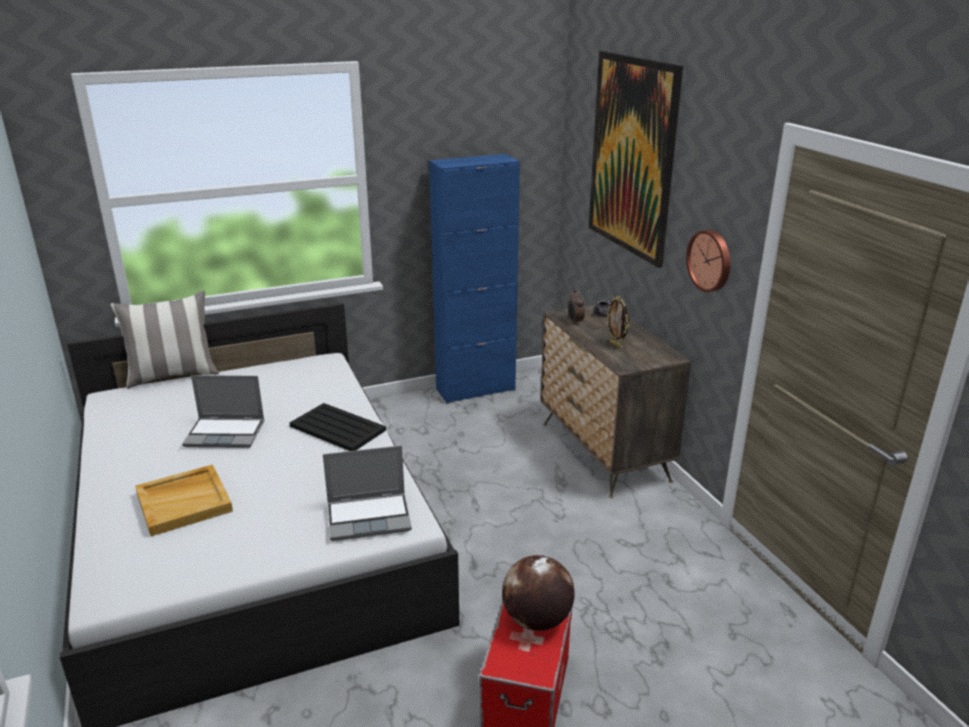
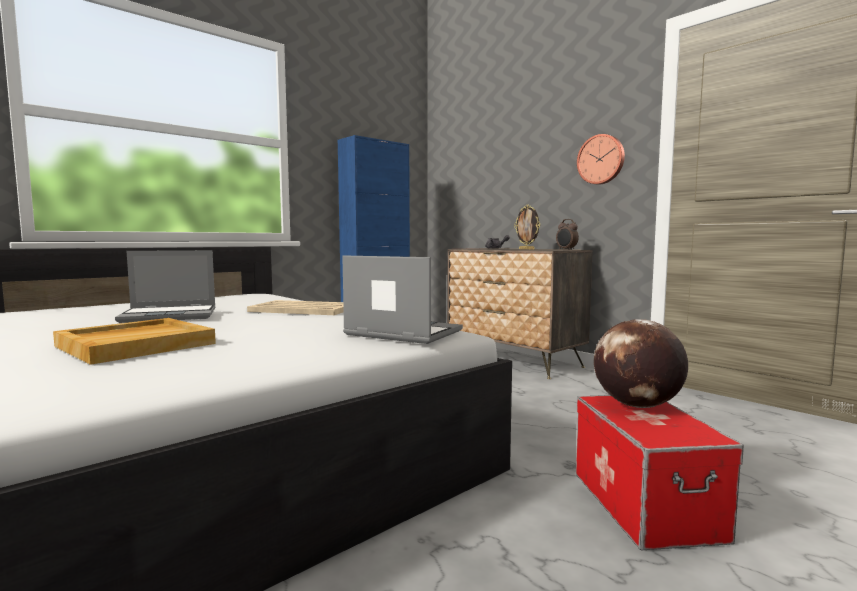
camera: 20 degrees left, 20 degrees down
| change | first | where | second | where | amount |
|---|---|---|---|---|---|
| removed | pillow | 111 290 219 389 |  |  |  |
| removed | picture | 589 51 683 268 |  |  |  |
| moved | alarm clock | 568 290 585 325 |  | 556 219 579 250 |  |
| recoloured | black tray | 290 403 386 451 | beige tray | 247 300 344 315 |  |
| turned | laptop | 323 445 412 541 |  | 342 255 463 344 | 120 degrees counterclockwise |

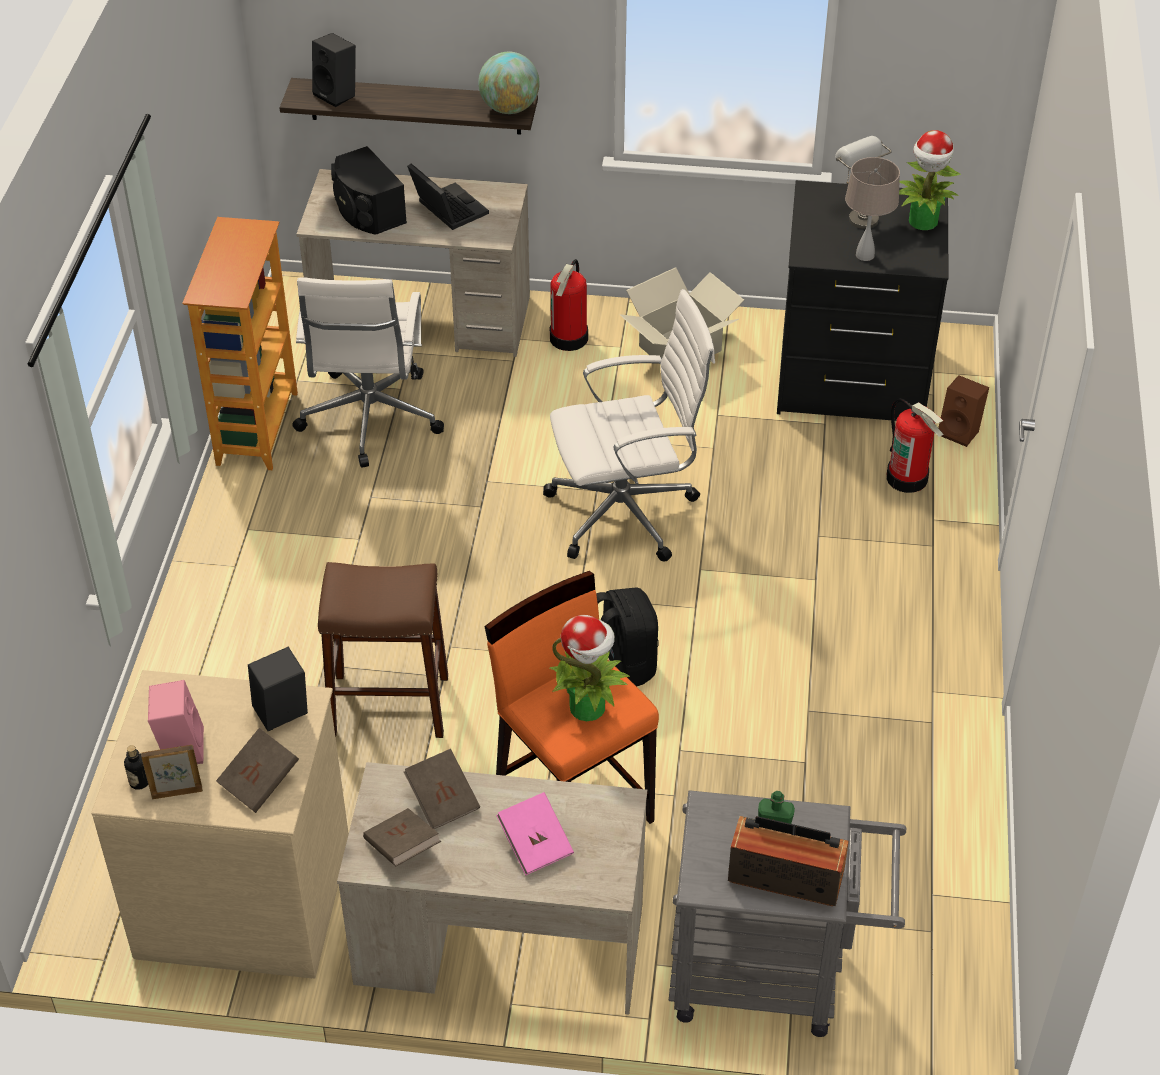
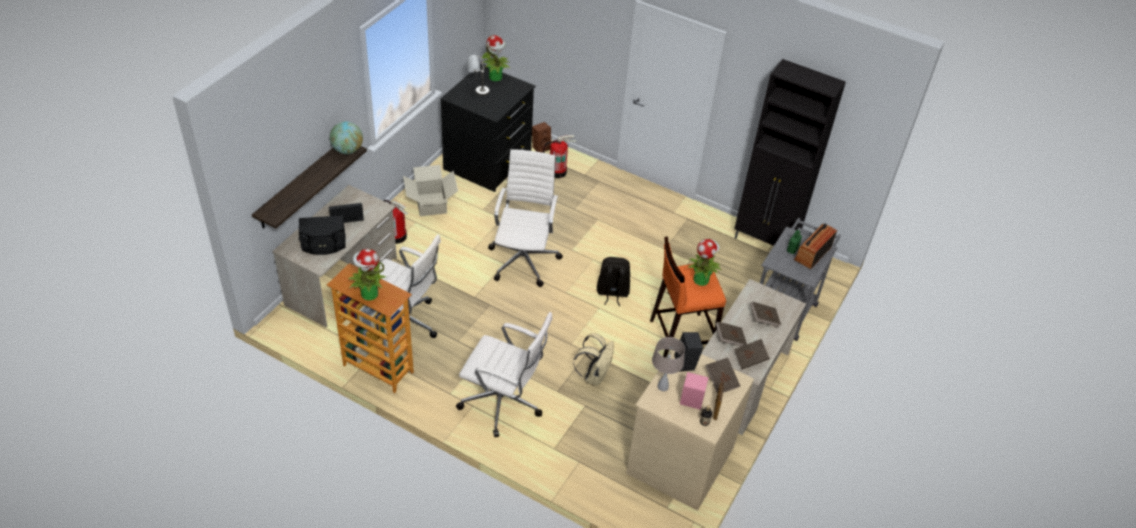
camera: 70 degrees left, 0 degrees up
| change | first | where | second | where | amount |
|---|---|---|---|---|---|
| removed | black speaker | 312 33 356 107 |  |  |  |
| added |  |  | potted plant | 348 249 386 301 |  |
| added |  |  | white office chair | 456 312 553 437 |  |
| added |  |  | black cabinet | 734 59 846 246 |  |
| moved | beige table lamp | 845 157 900 261 |  | 652 337 685 391 |  |
| replaced | brown stool | 318 562 448 738 | beige backpack | 573 333 614 386 |  |
| recoloured | pink book | 496 792 574 875 | brown book | 750 302 781 327 |  |

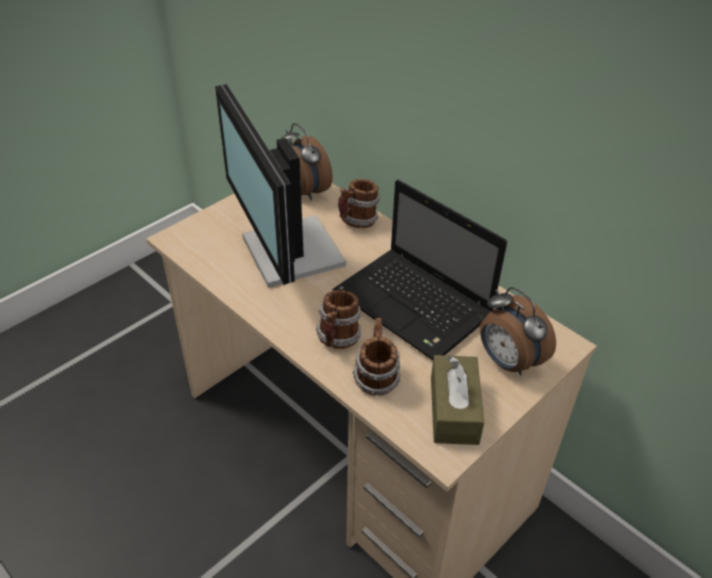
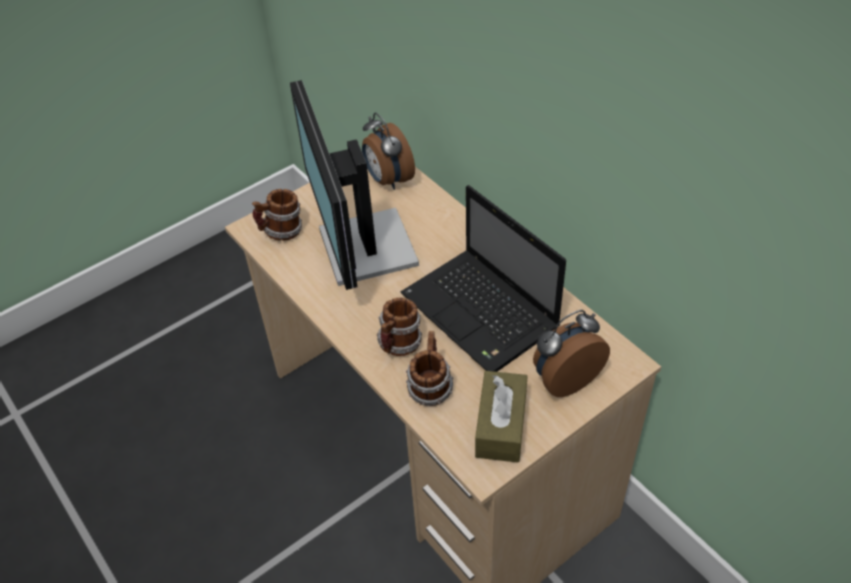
camera: 10 degrees right, 5 degrees up
| change | first | where | second | where | amount |
|---|---|---|---|---|---|
| moved | mug | 338 179 380 228 |  | 252 189 302 241 |  |
| turned | alarm clock | 480 287 556 375 |  | 533 310 610 397 | 90 degrees clockwise |

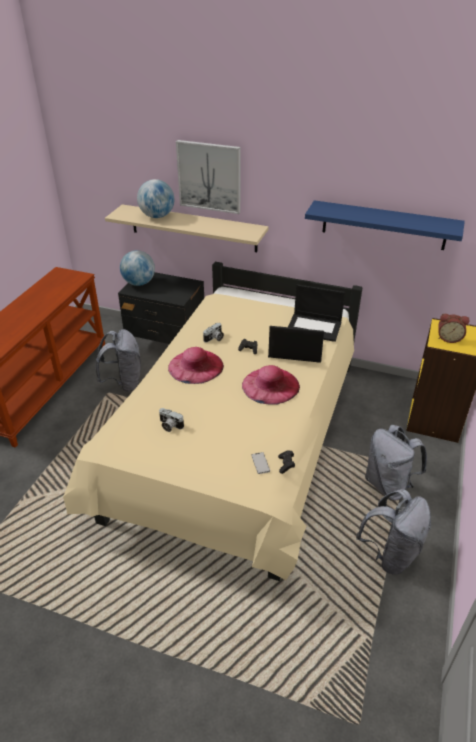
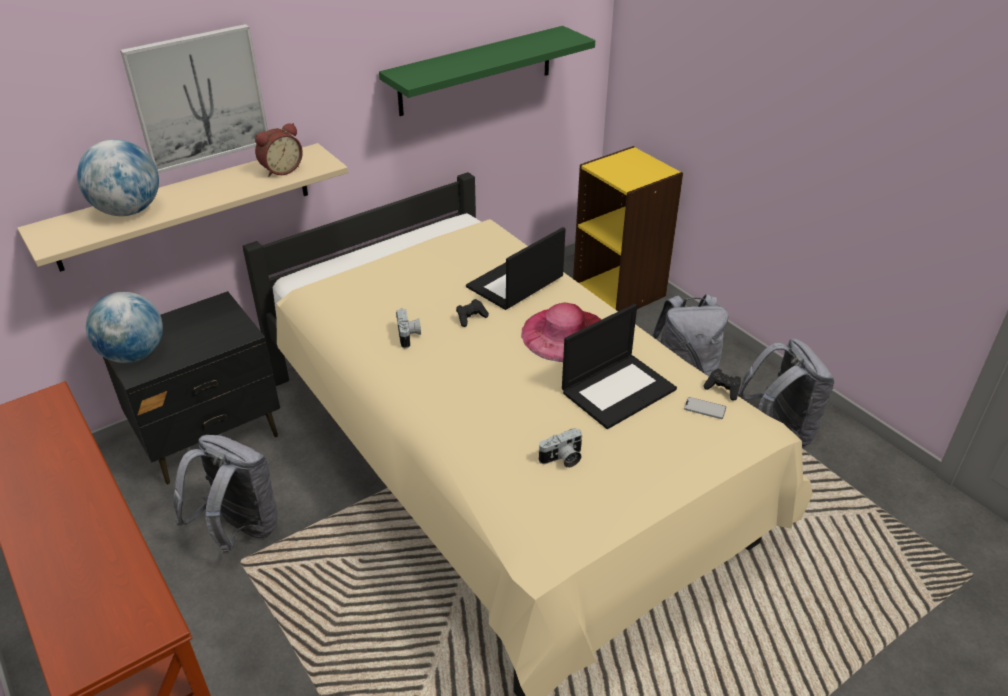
camera: 55 degrees left, 0 degrees up
| change | first | where | second | where | amount |
|---|---|---|---|---|---|
| removed | pink hat | 168 347 224 384 |  |  |  |
| moved | laptop | 288 284 345 342 |  | 562 304 677 429 |  |
| moved | alarm clock | 438 314 470 343 |  | 255 123 303 177 |  |
| recoloured | blue shelf | 305 200 465 250 | green shelf | 379 26 595 116 |  |

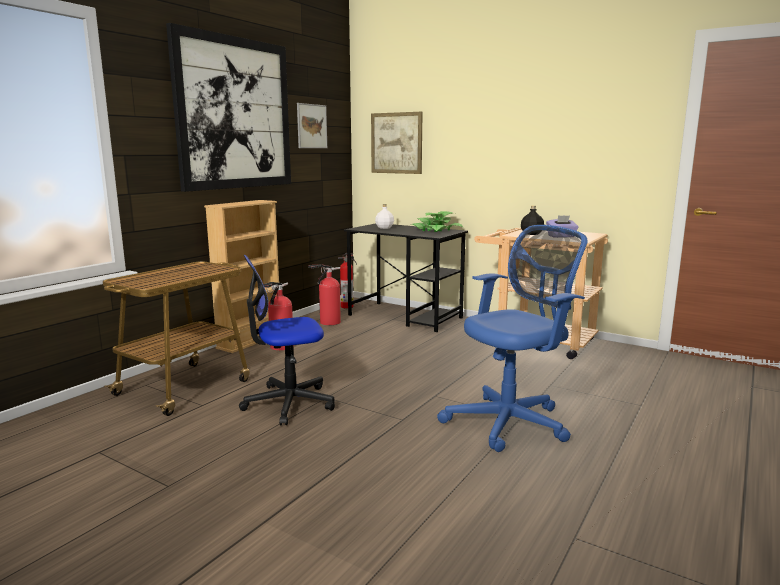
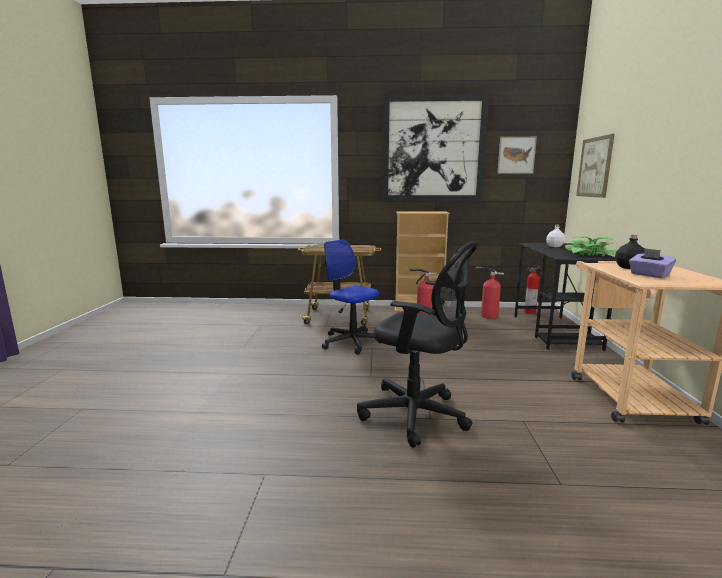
camera: 60 degrees right, 0 degrees up
| change | first | where | second | where | amount |
|---|---|---|---|---|---|
| recoloured | blue office chair | 437 225 588 452 | black office chair | 357 241 478 447 |  |

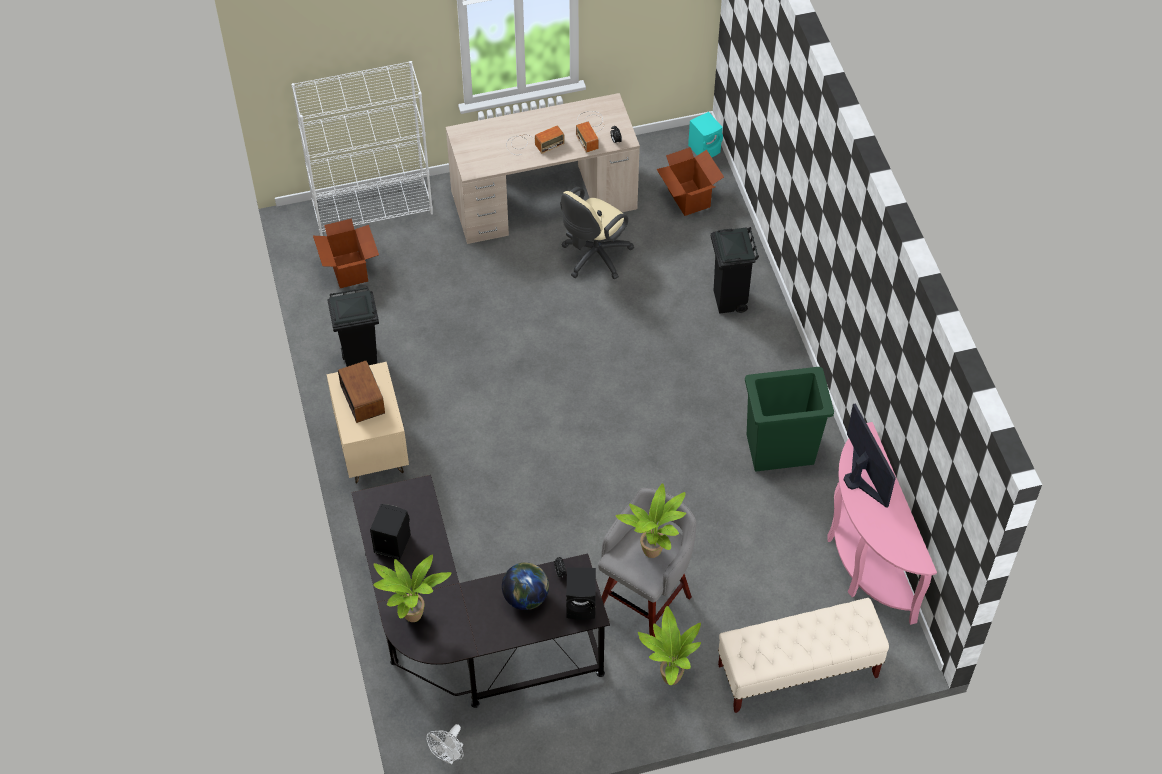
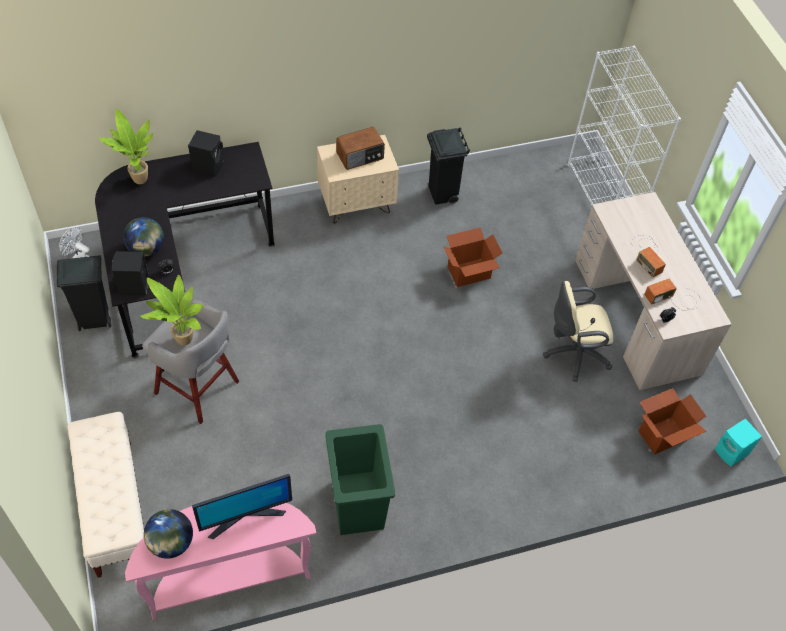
camera: 85 degrees right, 0 degrees up
| change | first | where | second | where | amount |
|---|---|---|---|---|---|
| removed | potted plant | 638 606 701 685 |  |  |  |
| added |  |  | globe | 144 509 193 559 |  |
| moved | cardboard box | 313 218 379 288 |  | 443 227 503 287 |  |
| moved | black trash can | 711 227 759 314 |  | 57 255 111 331 |  |
| turned | beige office chair | 560 187 634 279 |  | 543 281 613 382 | 45 degrees counterclockwise |

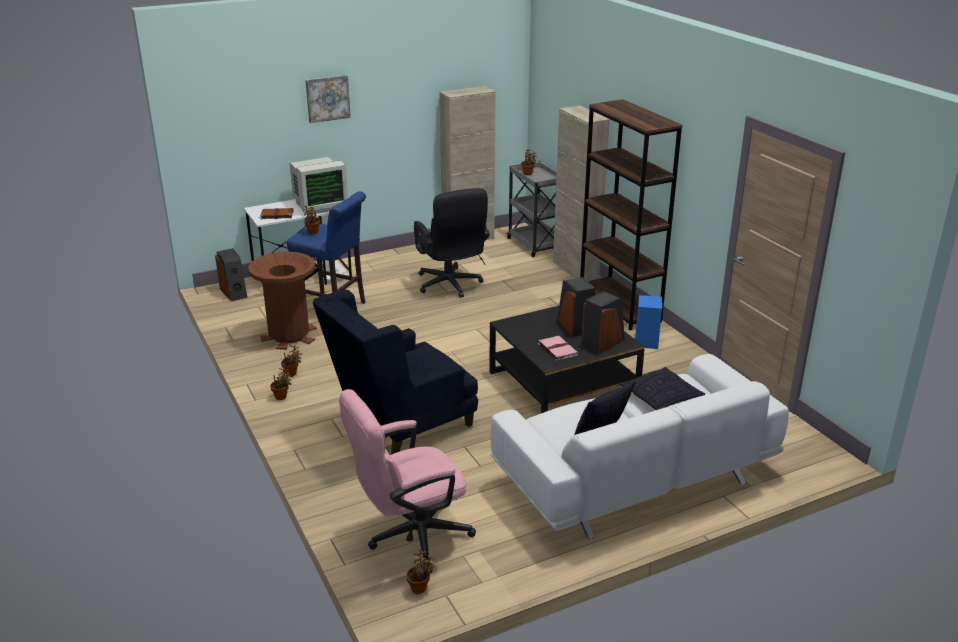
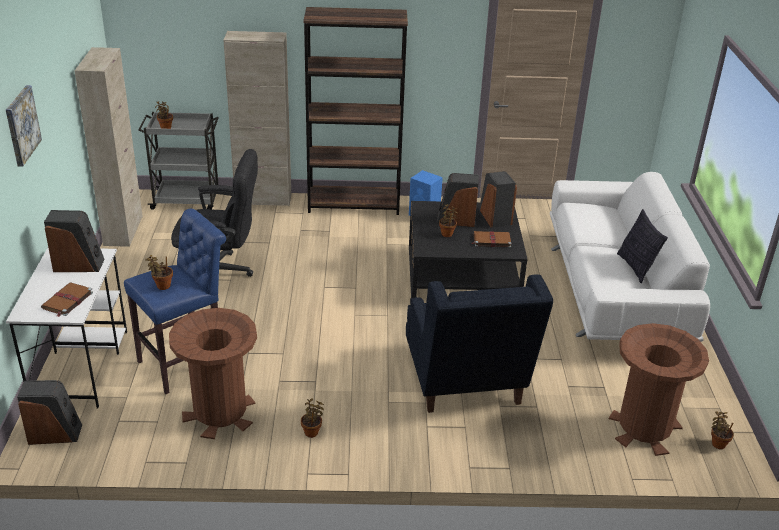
camera: 65 degrees left, 5 degrees up
| change | first | where | second | where | amount |
|---|---|---|---|---|---|
| removed | pillow | 619 367 705 410 |  |  |  |
| moved | potted plant | 270 367 293 400 |  | 439 204 458 237 |  |
| replaced | monitor | 290 157 348 215 | speaker | 44 210 105 272 |  |
| replaced | pink office chair | 339 389 476 566 | brown trash can | 609 323 709 456 |  |
| recoloured | pink book | 538 336 579 361 | brown book | 472 231 512 248 |  |

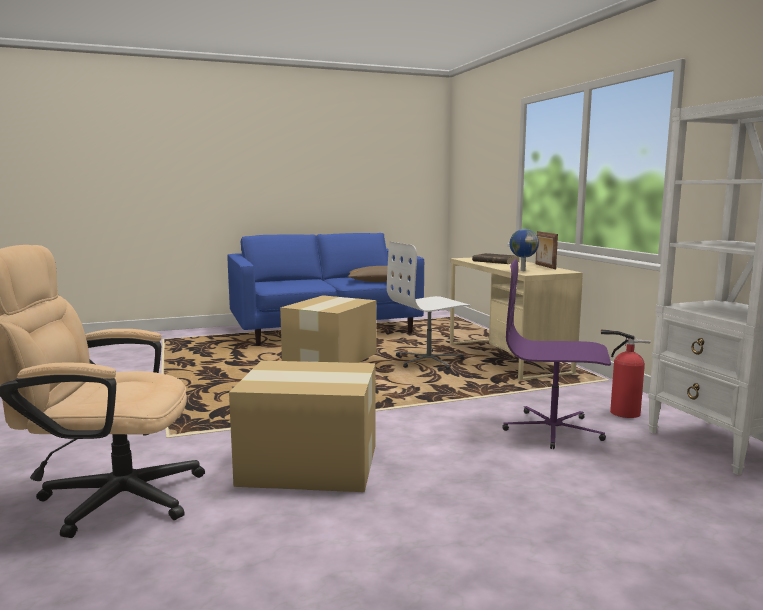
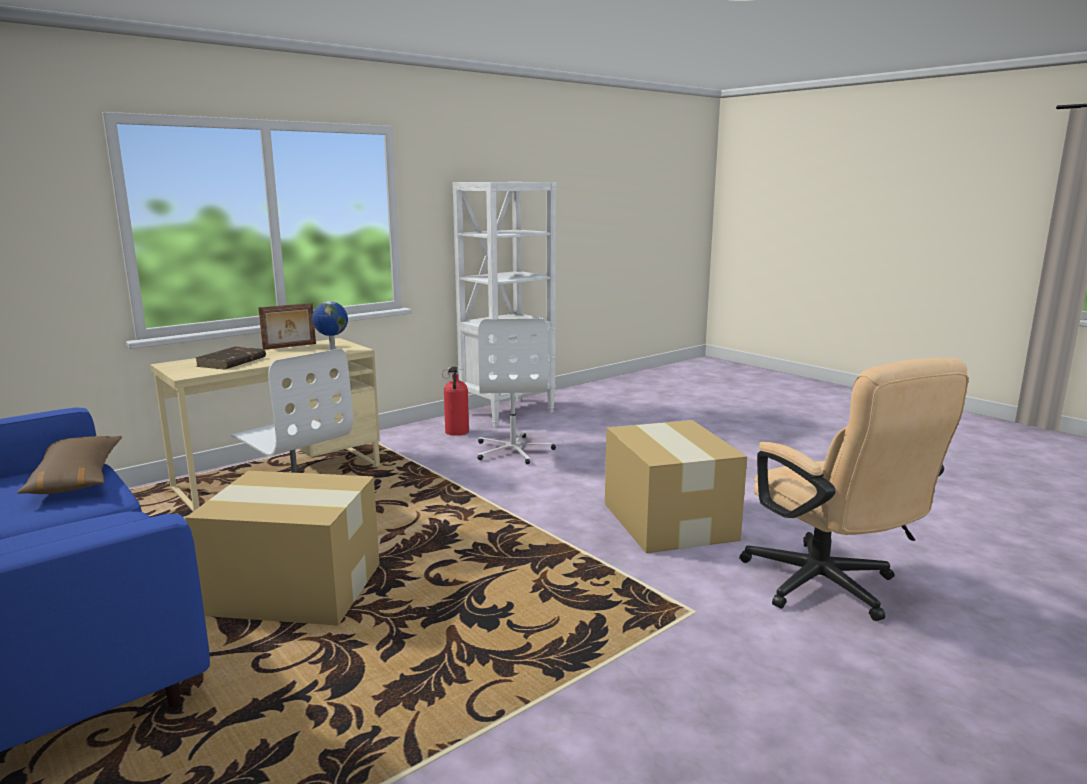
camera: 110 degrees left, 5 degrees up
| change | first | where | second | where | amount |
|---|---|---|---|---|---|
| recoloured | purple office chair | 503 259 611 449 | white office chair | 477 318 556 464 |  |

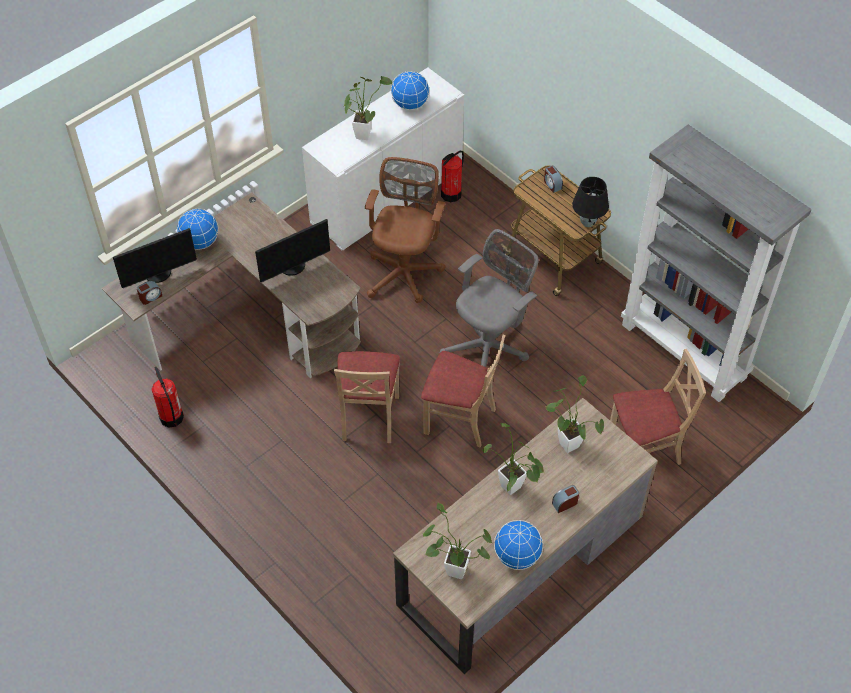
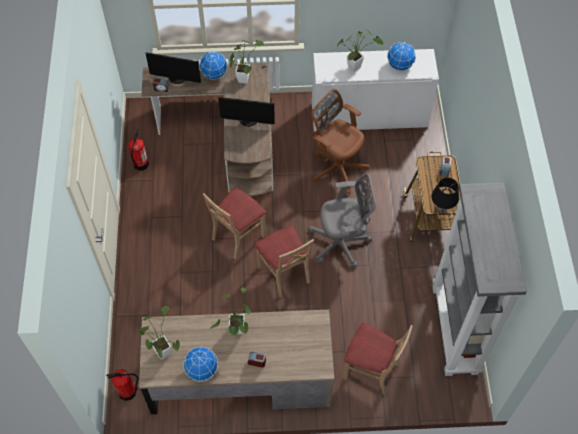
camera: 40 degrees right, 5 degrees up
| change | first | where | second | where | amount |
|---|---|---|---|---|---|
| moved | fire extinguisher | 441 151 464 202 |  | 106 369 139 401 |  |
| moved | potted plant | 545 375 604 453 |  | 230 40 264 84 |  |
| turned | brown office chair | 365 157 446 303 |  | 311 89 369 194 | 105 degrees counterclockwise |

